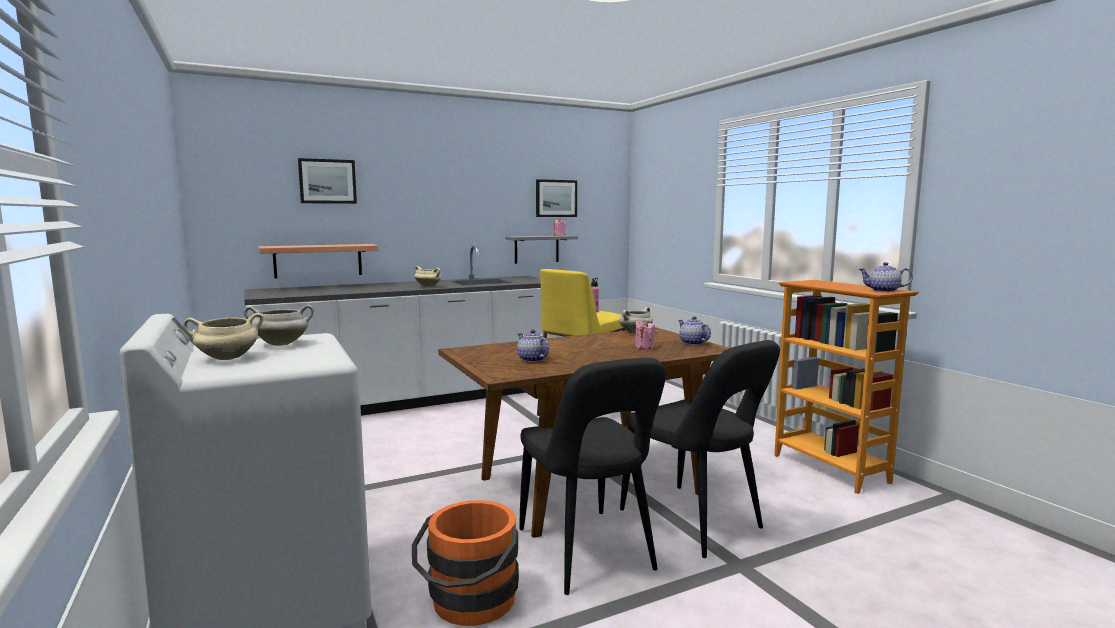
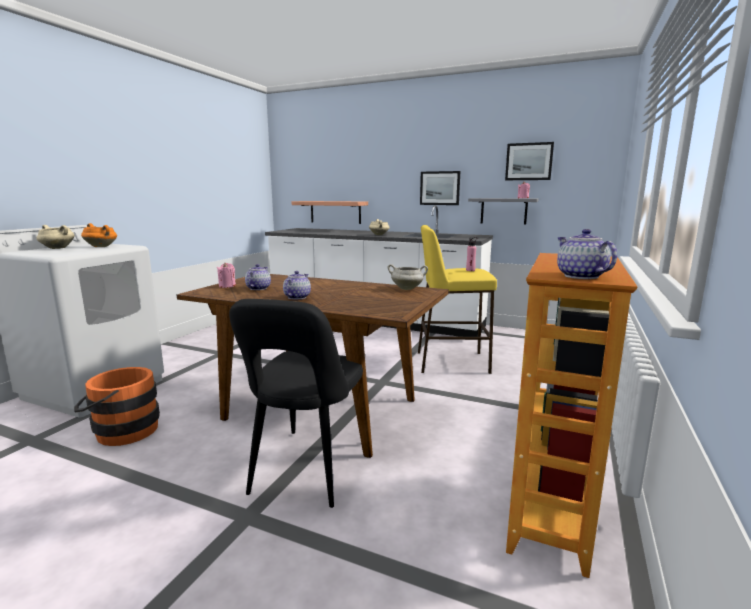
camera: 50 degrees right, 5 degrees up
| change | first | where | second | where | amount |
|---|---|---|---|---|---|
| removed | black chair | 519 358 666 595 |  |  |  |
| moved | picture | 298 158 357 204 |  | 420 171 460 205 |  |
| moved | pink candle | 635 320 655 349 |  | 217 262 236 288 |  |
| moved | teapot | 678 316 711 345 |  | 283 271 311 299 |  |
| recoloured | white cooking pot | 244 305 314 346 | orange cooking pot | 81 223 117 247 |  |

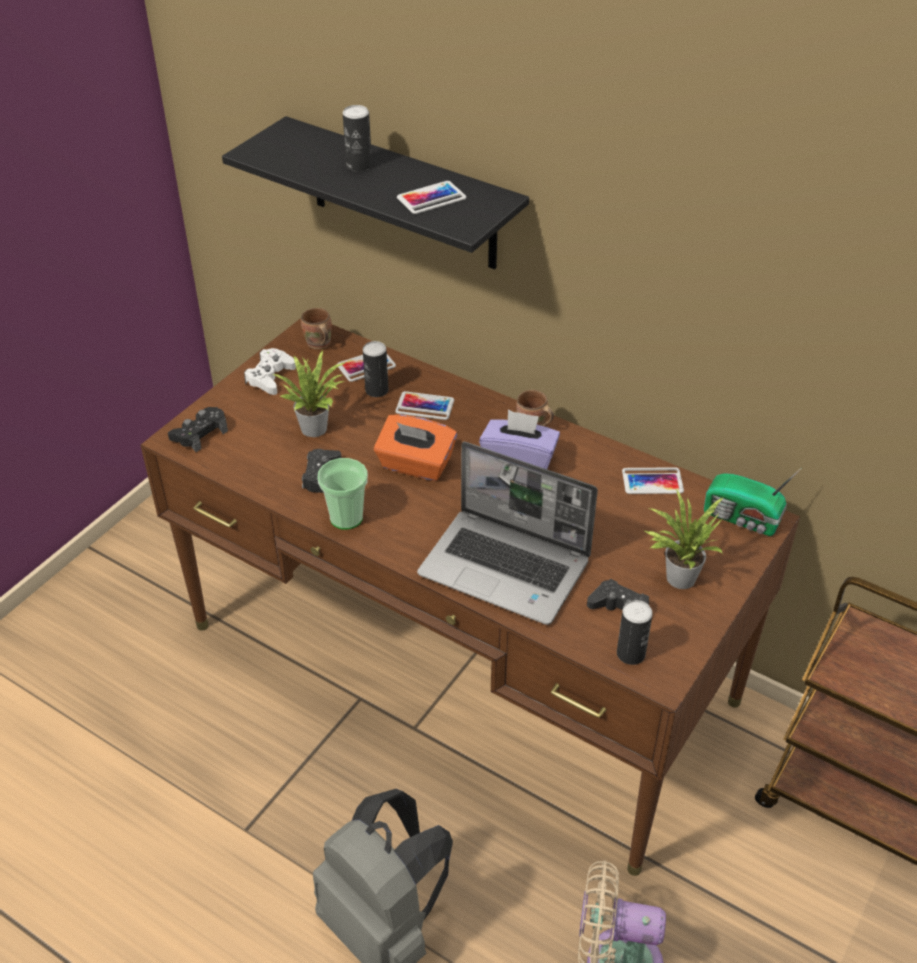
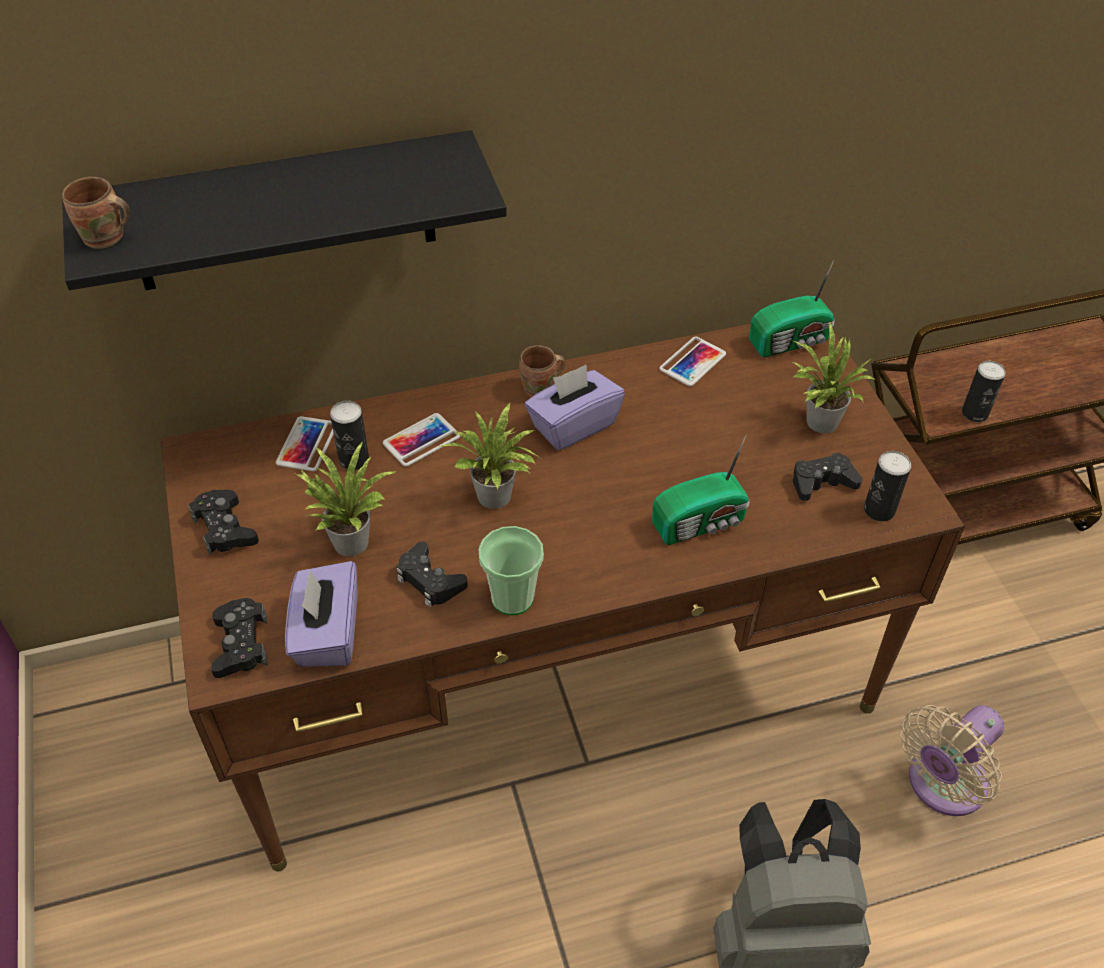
camera: 50 degrees left, 5 degrees up
| change | first | where | second | where | amount |
|---|---|---|---|---|---|
| removed | phone | 397 181 466 214 |  |  |  |
| added |  |  | purple tissue box | 285 561 358 667 |  |
| moved | brown mug | 301 308 332 349 |  | 62 176 130 249 |  |
| moved | can | 343 105 372 172 |  | 962 361 1006 422 |  |
| replaced | orange tissue box | 374 414 457 481 | potted plant | 440 402 539 509 |  |
| replaced | laptop | 417 442 598 625 | radio | 652 436 750 545 |  |
| recoloured | white game controller | 244 348 296 395 | black game controller | 188 490 259 556 |  |

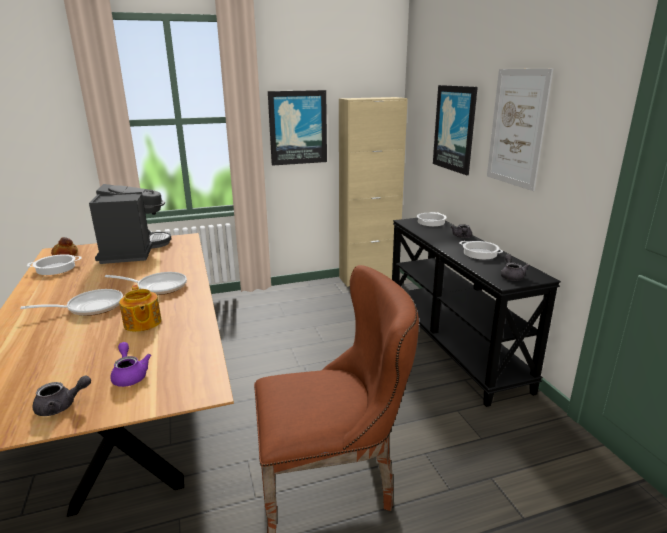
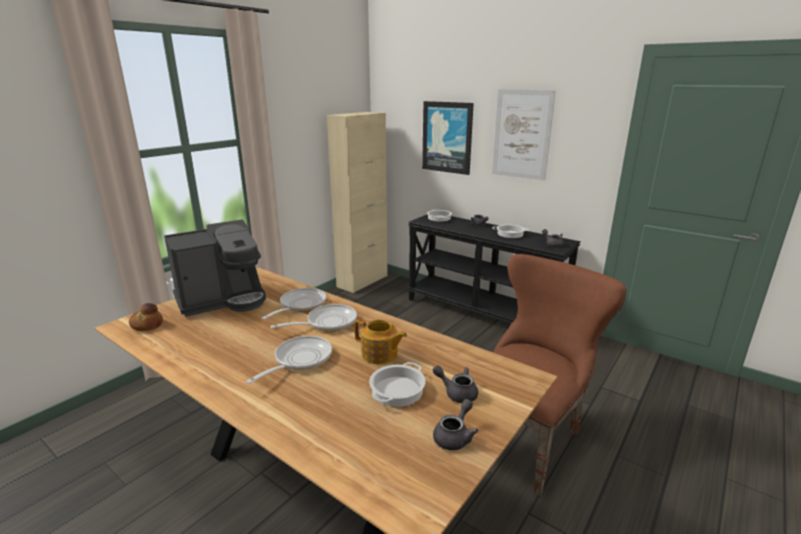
camera: 35 degrees left, 0 degrees up
| change | first | where | second | where | amount |
|---|---|---|---|---|---|
| removed | picture | 268 90 327 166 |  |  |  |
| added |  |  | frying pan | 262 288 326 319 |  |
| moved | cooking pot | 27 254 82 275 |  | 369 362 425 407 |  |
| recoloured | purple teapot | 110 342 151 387 | grey teapot | 433 365 478 403 |  |
| turned | coffee machine | 89 184 171 264 |  | 164 219 266 317 | 105 degrees clockwise |

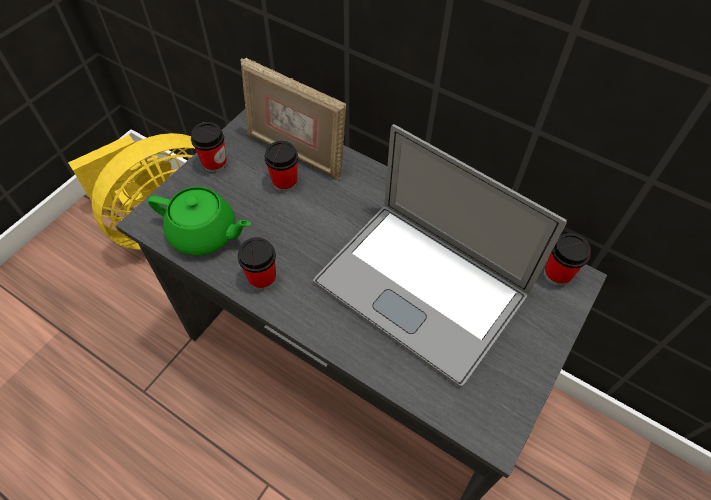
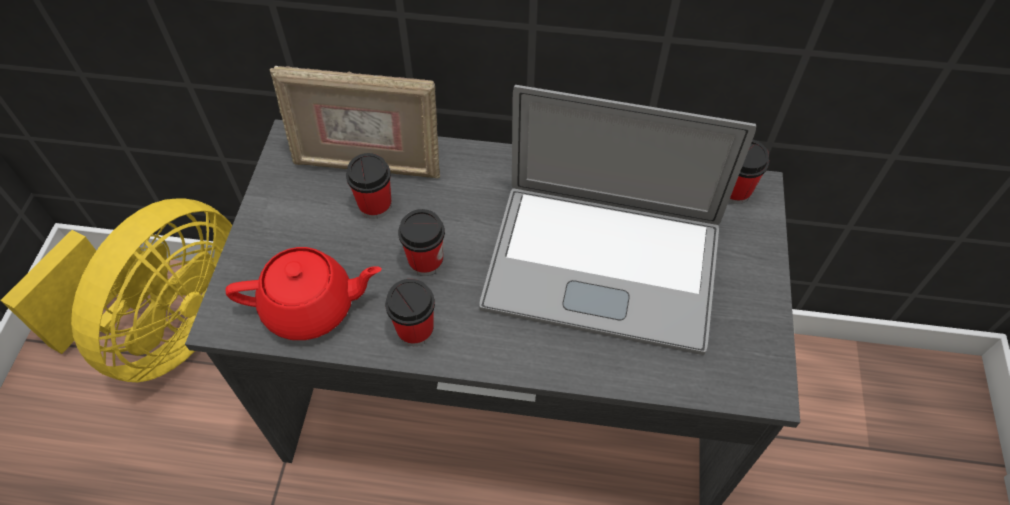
camera: 25 degrees left, 0 degrees up
| change | first | where | second | where | amount |
|---|---|---|---|---|---|
| moved | cup | 191 122 227 173 |  | 398 209 445 276 |  |
| recoloured | green teapot | 148 187 251 256 | red teapot | 225 247 382 340 |  |

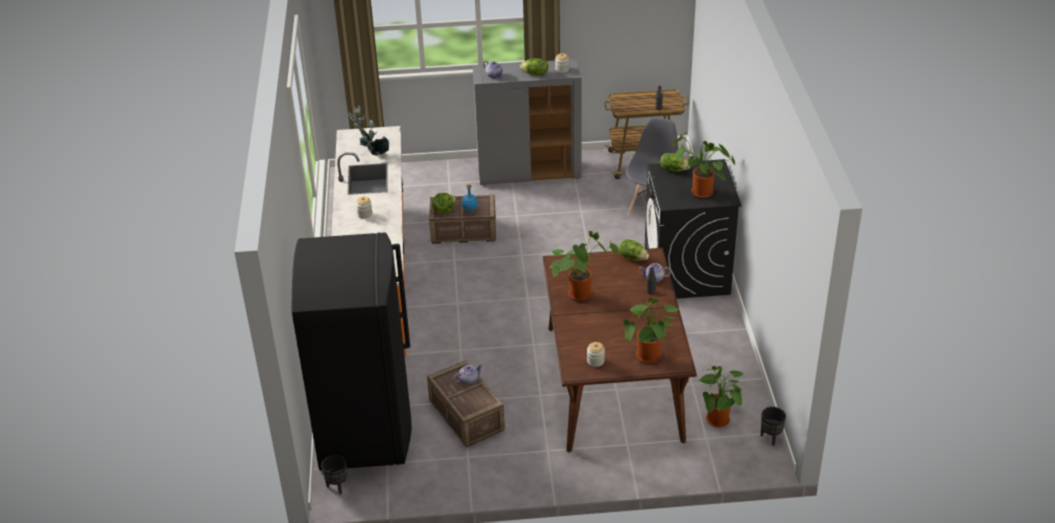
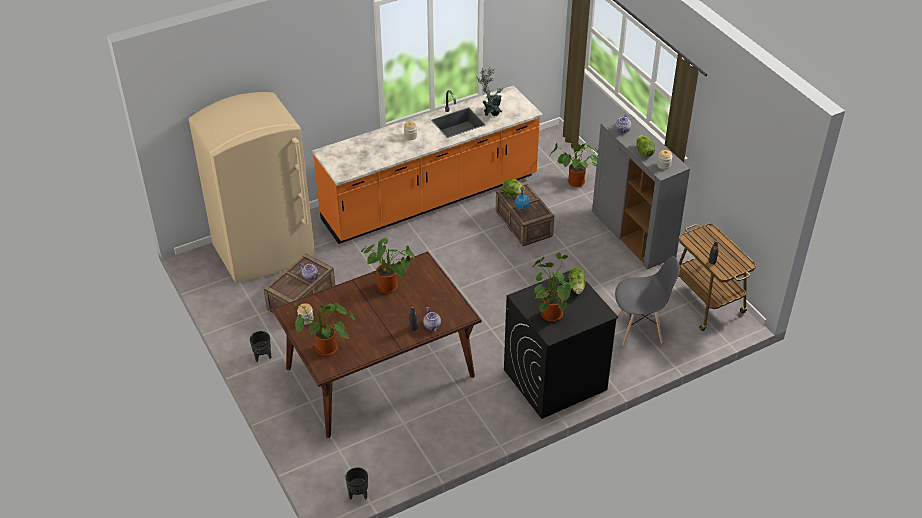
camera: 65 degrees right, 5 degrees up
| change | first | where | second | where | amount |
|---|---|---|---|---|---|
| removed | lettuce | 619 239 649 261 |  |  |  |
| moved | black planter | 321 455 347 494 |  | 250 331 272 362 |  |
| moved | potted plant | 699 366 744 428 |  | 550 143 598 187 |  |
| recoloured | black fridge | 292 232 412 470 | beige fridge | 189 92 315 283 |  |

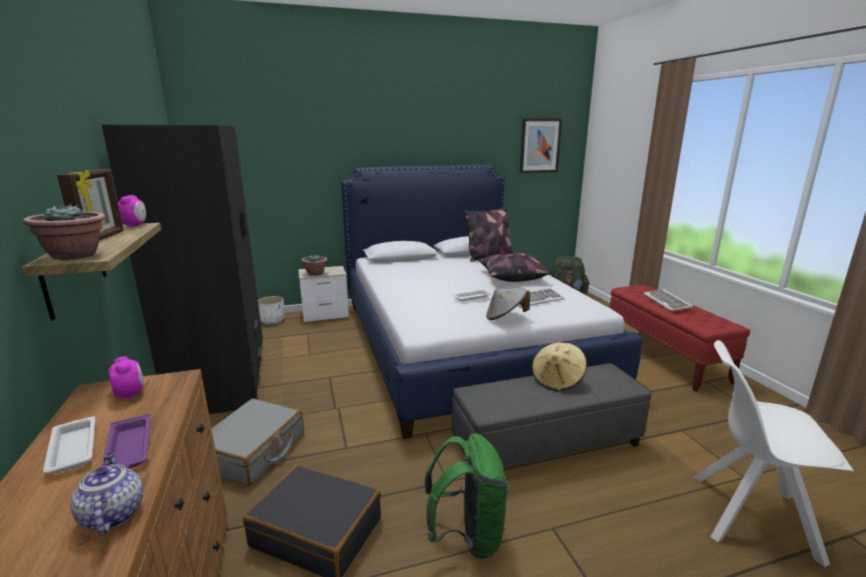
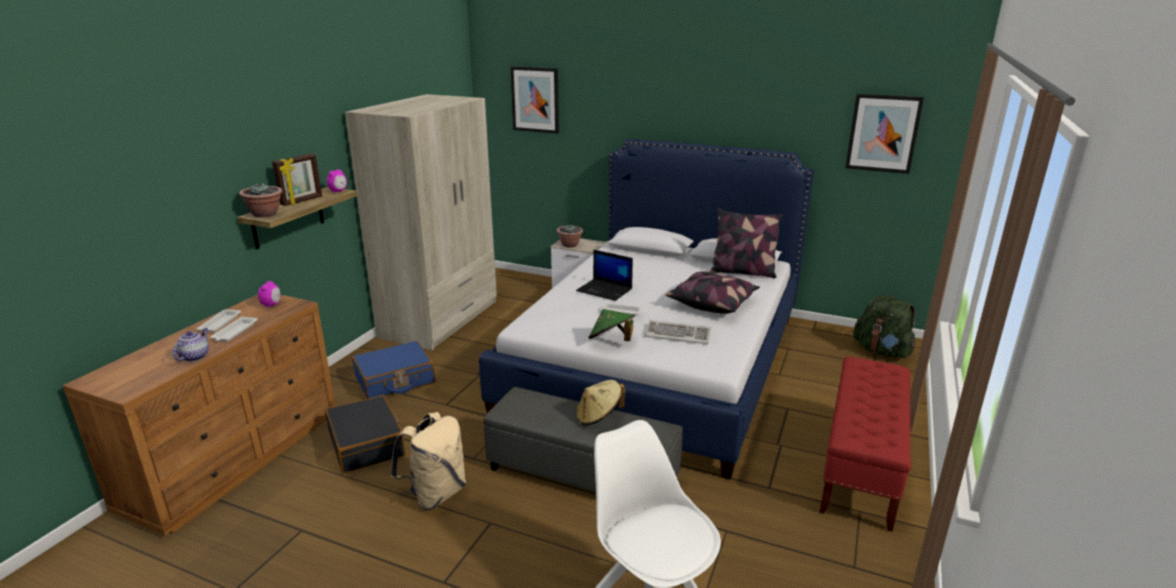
camera: 40 degrees right, 5 degrees up
| change | first | where | second | where | amount |
|---|---|---|---|---|---|
| removed | white planter | 258 296 284 324 |  |  |  |
| removed | keyboard | 643 289 694 311 |  |  |  |
| added |  |  | picture | 510 66 559 134 |  |
| added |  |  | laptop | 576 250 633 301 |  |
| recoloured | purple tray | 101 414 151 469 | white tray | 210 316 258 341 |  |
| recoloured | black wardrobe | 102 125 263 414 | beige wardrobe | 345 94 497 351 |  |
| recoloured | grey suitcase | 212 399 304 485 | blue suitcase | 352 341 435 399 |  |
| recoloured | green backpack | 425 433 508 559 | beige backpack | 390 412 466 510 |  |
| recoloured | grey hat | 486 288 530 320 | green hat | 589 309 635 341 |  |

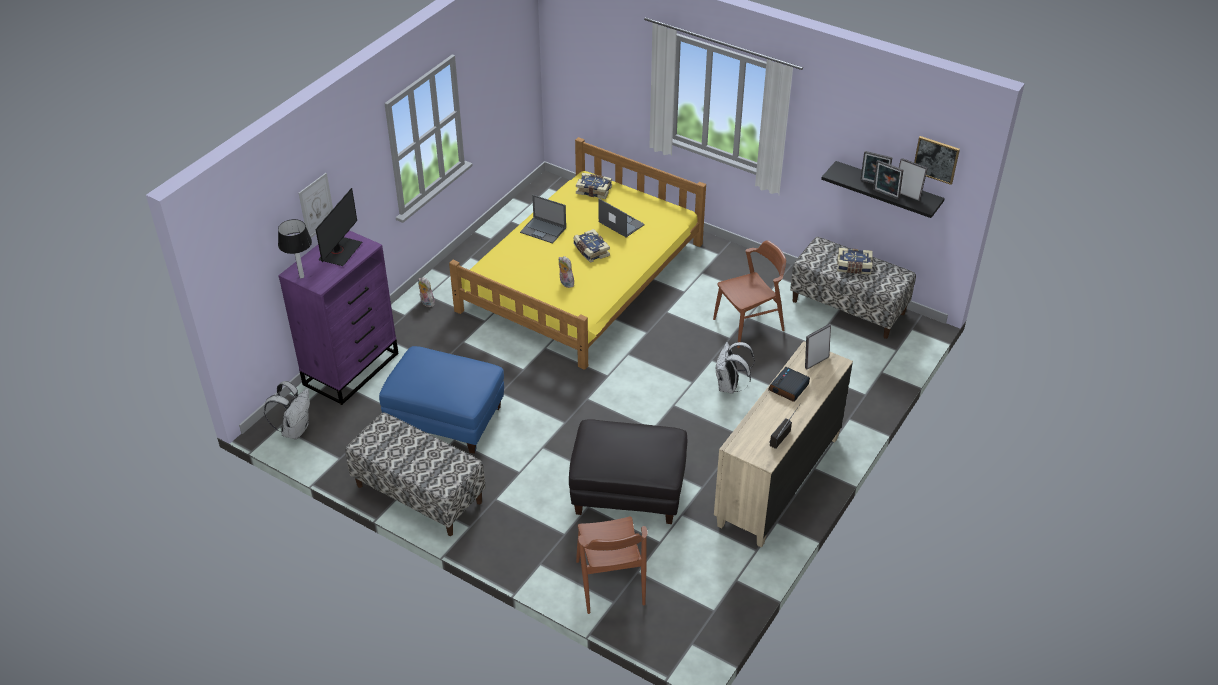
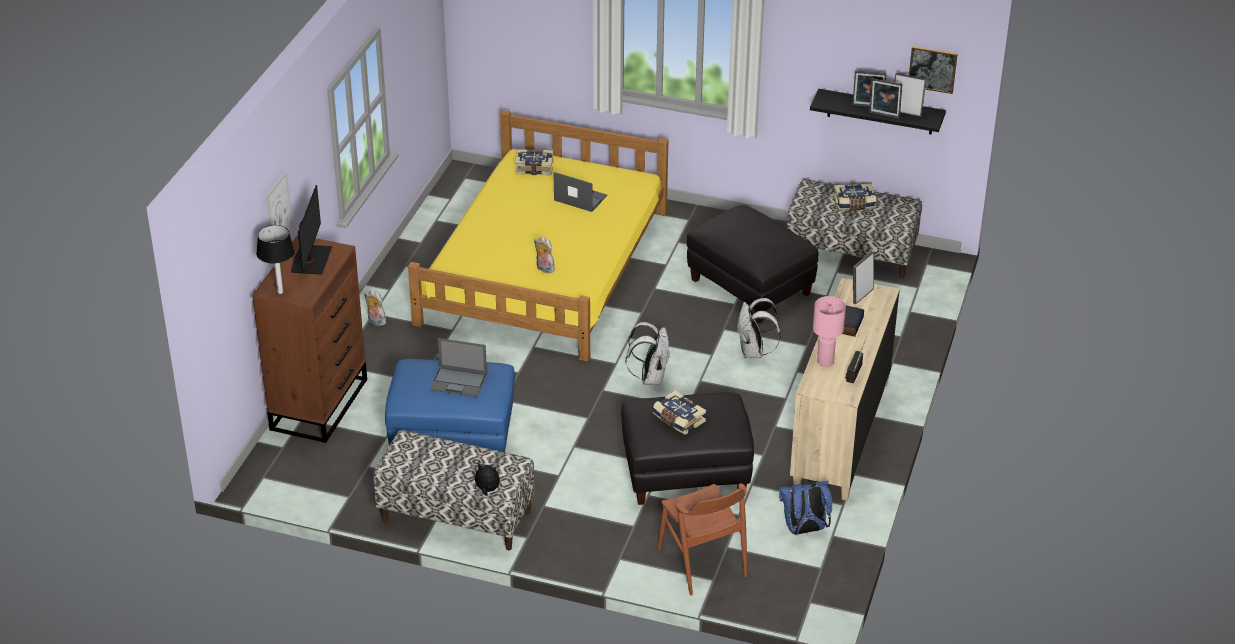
camera: 15 degrees left, 5 degrees down
| change | first | where | second | where | amount |
|---|---|---|---|---|---|
| added |  |  | plush toy | 471 462 500 496 |  |
| added |  |  | blue backpack | 779 481 832 535 |  |
| added |  |  | pink table lamp | 813 296 846 367 |  |
| moved | white backpack | 264 381 310 439 |  | 626 322 670 386 |  |
| moved | laptop | 520 195 566 244 |  | 430 338 487 397 |  |
| moved | book | 573 229 610 263 |  | 653 390 706 435 |  |
| replaced | brown chair | 713 240 786 348 | black ottoman | 687 205 819 324 |  |
| recoloured | purple dresser | 278 230 399 405 | brown dresser | 252 235 367 443 |  |

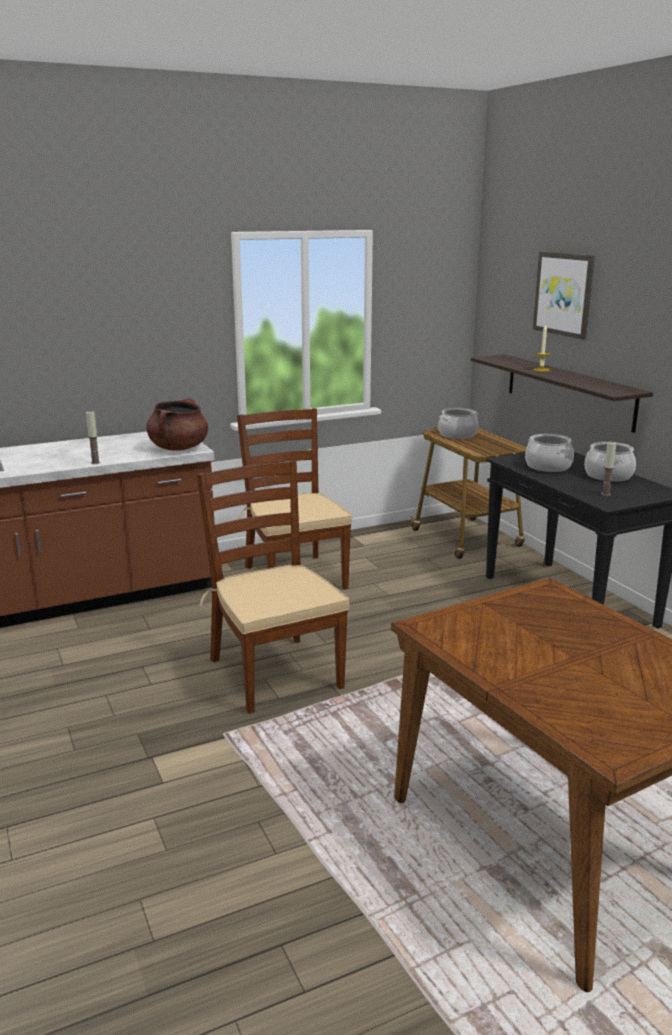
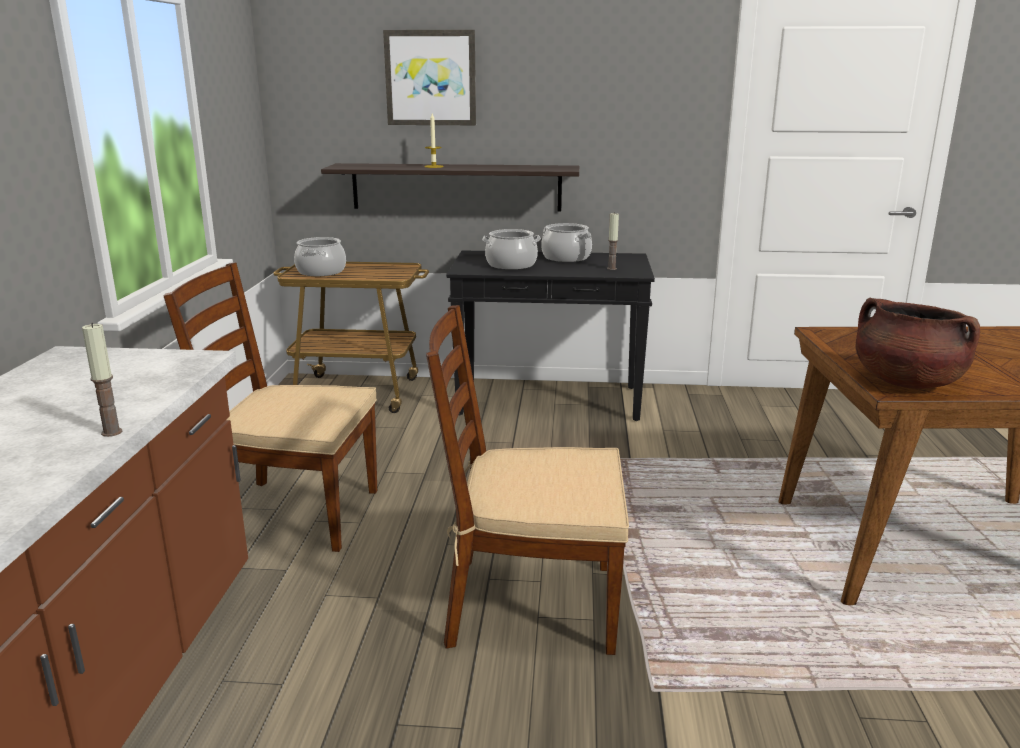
camera: 60 degrees left, 0 degrees up
| change | first | where | second | where | amount |
|---|---|---|---|---|---|
| moved | brown cooking pot | 146 399 208 451 |  | 855 298 980 389 |  |

